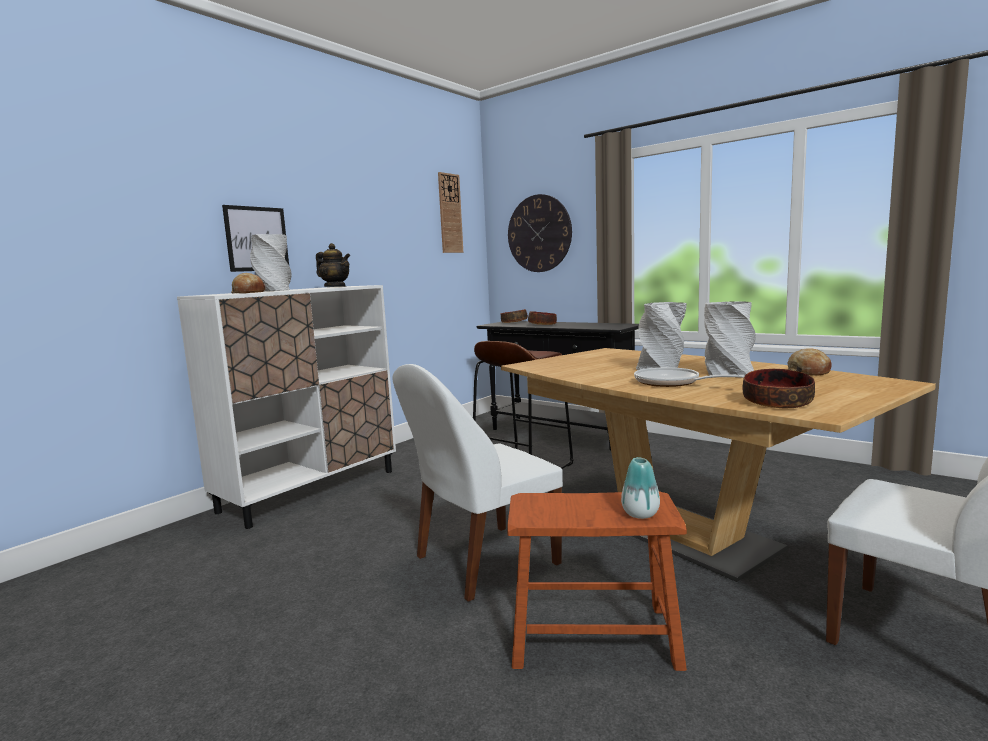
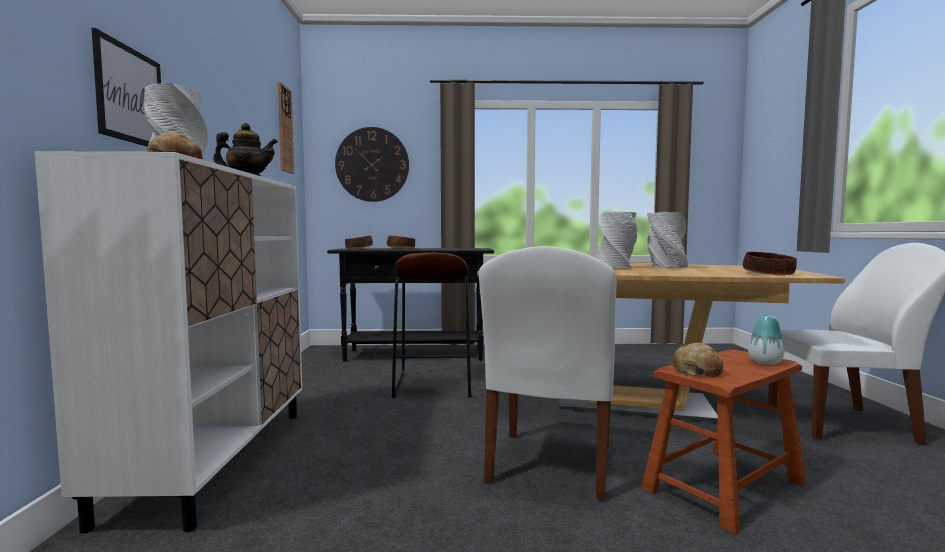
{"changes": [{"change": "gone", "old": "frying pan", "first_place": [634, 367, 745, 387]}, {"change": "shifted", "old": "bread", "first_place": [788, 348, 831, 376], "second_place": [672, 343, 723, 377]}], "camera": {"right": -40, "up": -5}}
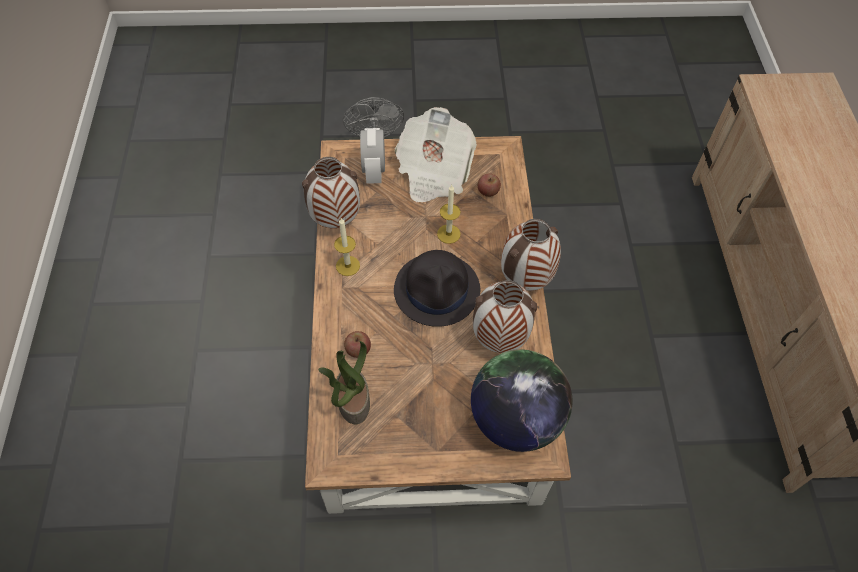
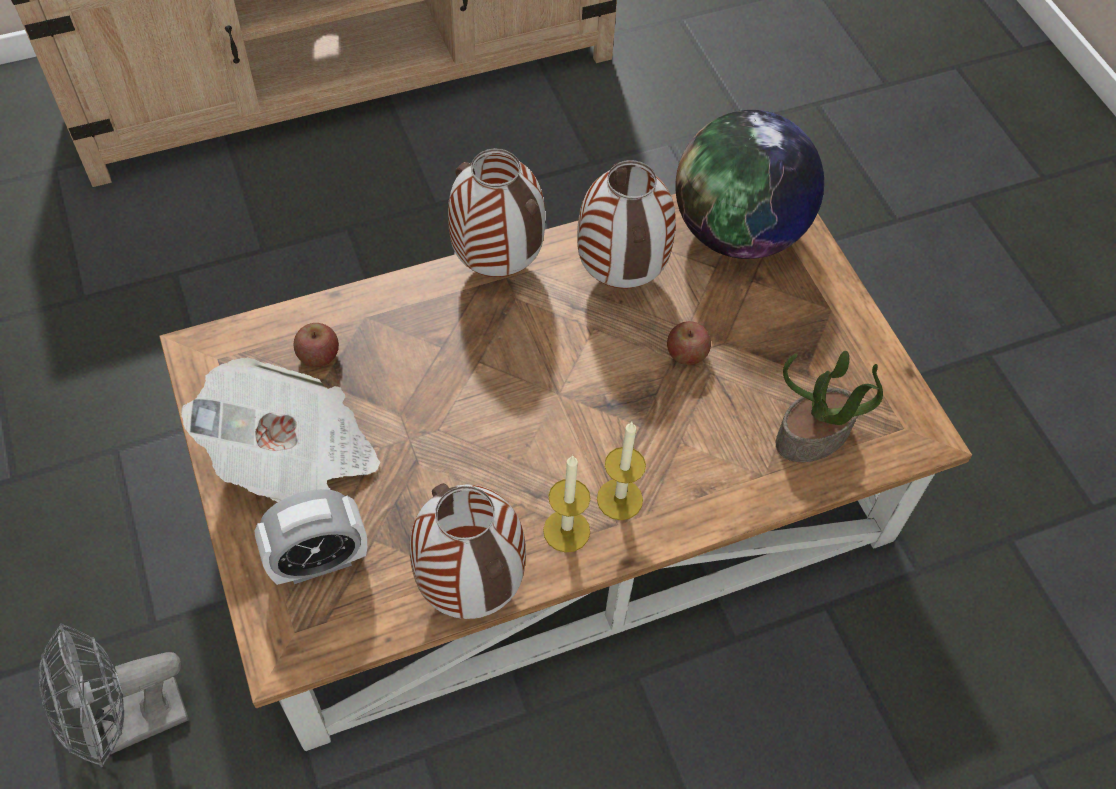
{"changes": [{"change": "shifted", "old": "apple", "first_place": [344, 331, 371, 358], "second_place": [667, 321, 711, 365]}, {"change": "gone", "old": "hat in black", "first_place": [394, 250, 480, 327]}, {"change": "shifted", "old": "candle", "first_place": [437, 185, 461, 244], "second_place": [597, 422, 646, 520]}], "camera": {"right": -110, "up": 0}}
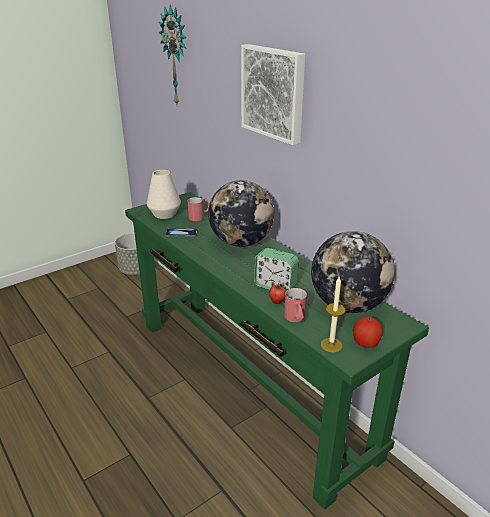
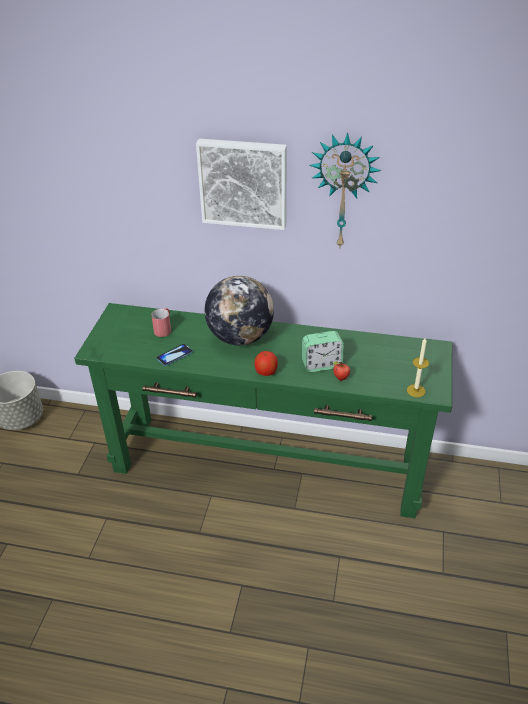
{"changes": [{"change": "gone", "old": "vase in white", "first_place": [147, 170, 181, 219]}, {"change": "shifted", "old": "wall clock", "first_place": [159, 5, 187, 105], "second_place": [309, 132, 381, 247]}, {"change": "gone", "old": "mug in red", "first_place": [284, 288, 307, 322]}, {"change": "gone", "old": "globe", "first_place": [311, 231, 395, 313]}, {"change": "shifted", "old": "apple", "first_place": [353, 317, 383, 348], "second_place": [254, 351, 278, 376]}], "camera": {"right": -40, "up": 10}}
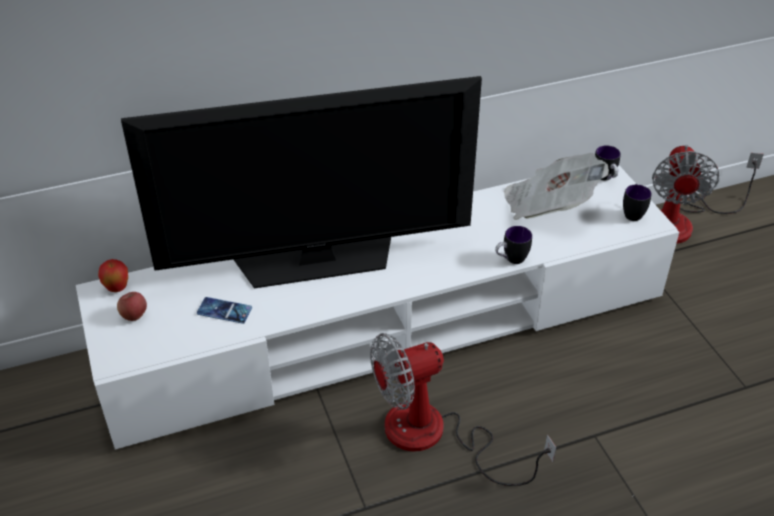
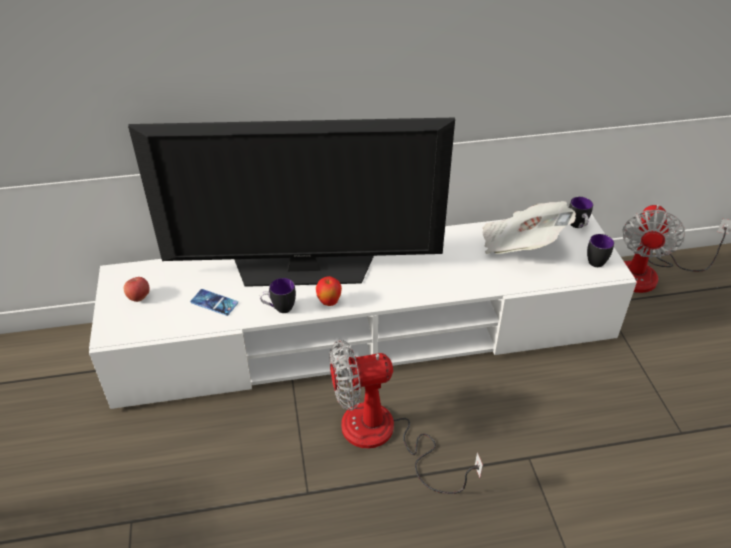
{"changes": [{"change": "shifted", "old": "apple", "first_place": [98, 259, 128, 292], "second_place": [316, 276, 342, 306]}, {"change": "shifted", "old": "mug", "first_place": [495, 226, 532, 264], "second_place": [260, 278, 296, 313]}], "camera": {"right": 10, "up": 0}}
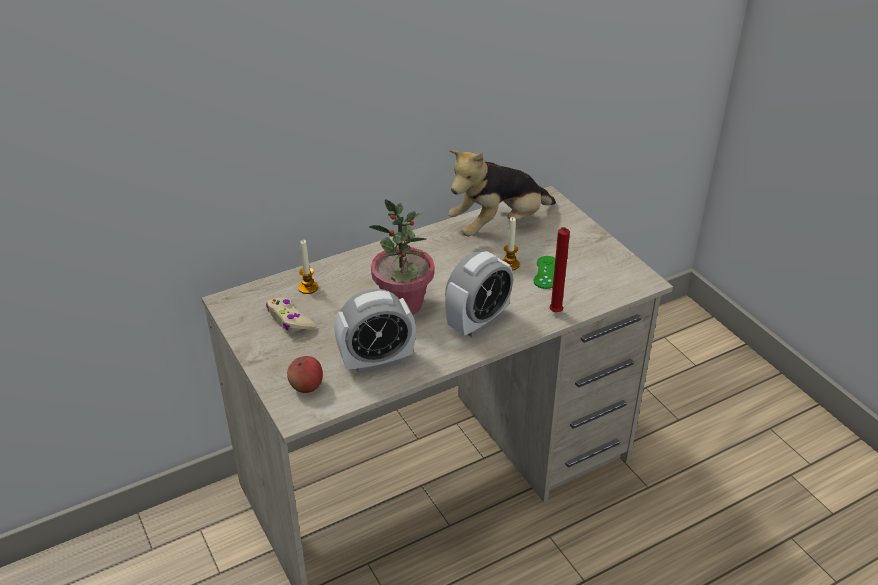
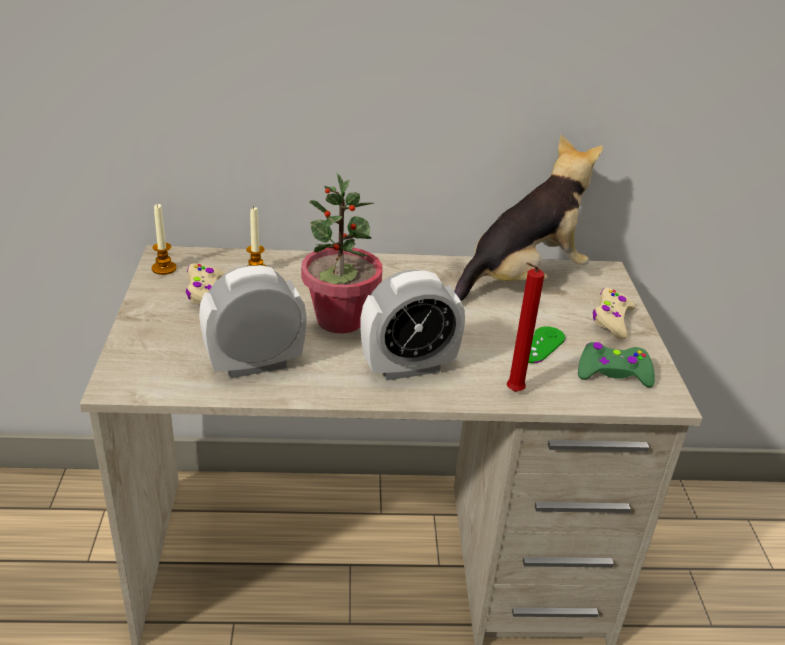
{"changes": [{"change": "gone", "old": "apple", "first_place": [287, 356, 323, 393]}, {"change": "rotated", "old": "alarm clock", "first_place": [334, 289, 416, 374], "second_place": [199, 265, 307, 379], "degrees": 150}, {"change": "rotated", "old": "plush toy", "first_place": [448, 150, 556, 237], "second_place": [454, 135, 603, 301], "degrees": 150}, {"change": "shifted", "old": "candle", "first_place": [503, 217, 520, 271], "second_place": [152, 203, 177, 275]}, {"change": "new", "new": "game controller in green", "second_place": [578, 342, 655, 387]}, {"change": "new", "new": "game controller in beige", "second_place": [593, 288, 636, 340]}], "camera": {"right": 25, "up": -5}}
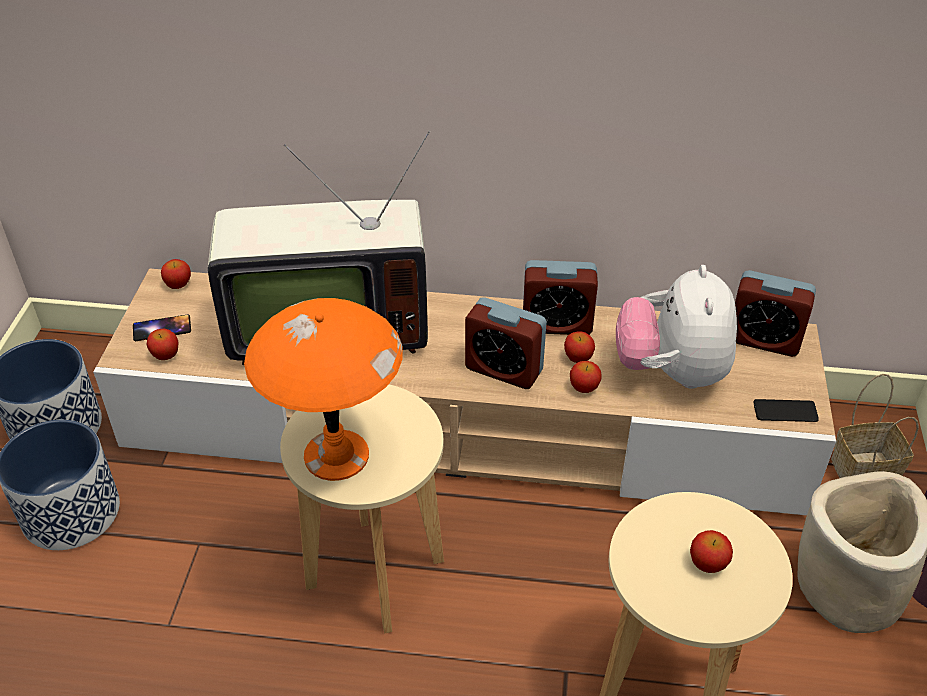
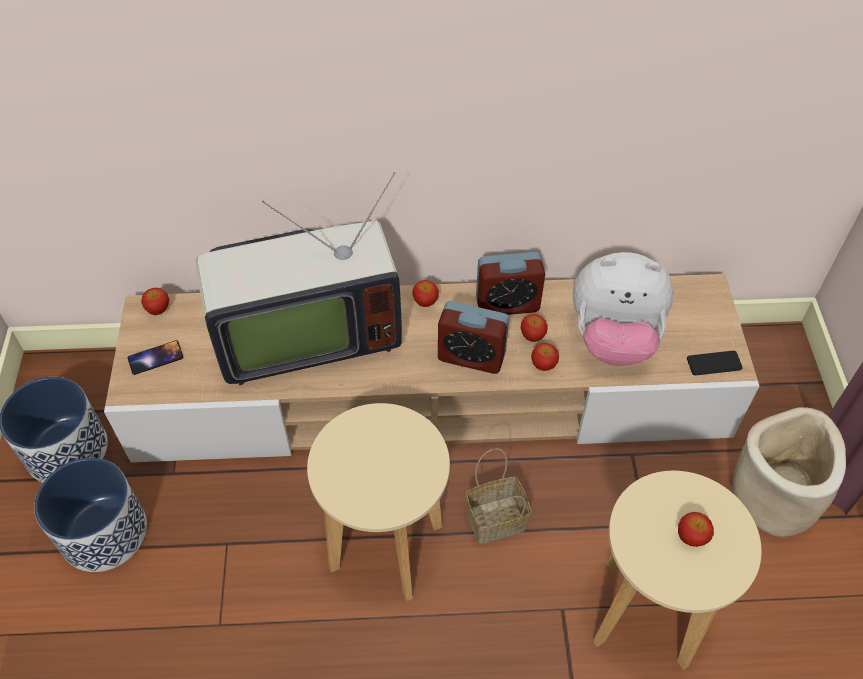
{"changes": [{"change": "shifted", "old": "apple", "first_place": [147, 329, 178, 360], "second_place": [413, 280, 439, 307]}, {"change": "gone", "old": "table lamp in orange", "first_place": [244, 298, 402, 481]}, {"change": "rotated", "old": "plush toy", "first_place": [616, 265, 737, 389], "second_place": [573, 252, 674, 366], "degrees": -75}, {"change": "gone", "old": "alarm clock", "first_place": [735, 270, 816, 357]}, {"change": "shifted", "old": "basket", "first_place": [831, 374, 919, 478], "second_place": [466, 448, 531, 544]}], "camera": {"right": -10, "up": 10}}
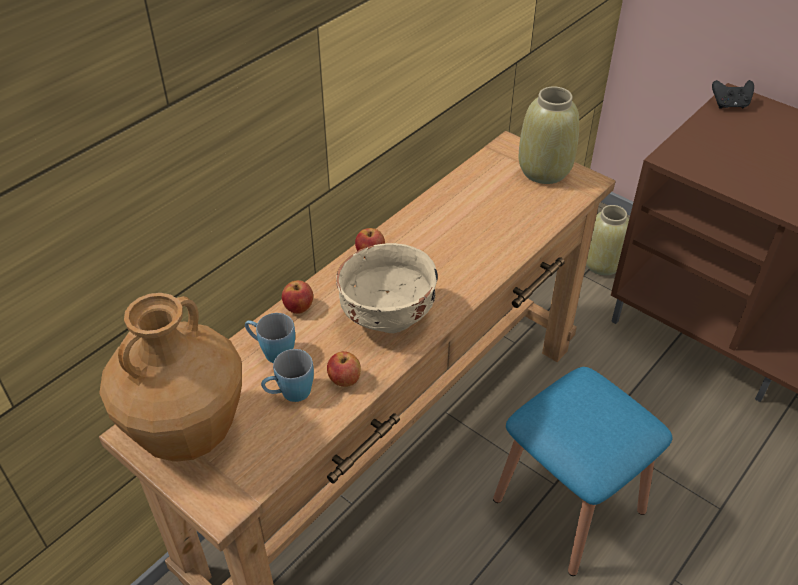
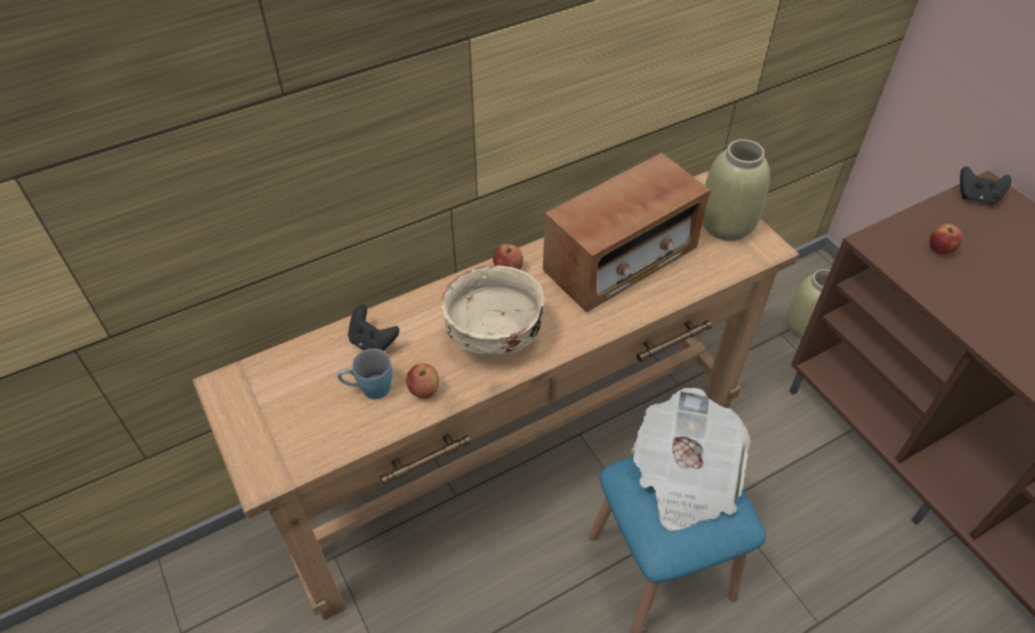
{"changes": [{"change": "gone", "old": "vase in brown", "first_place": [99, 293, 242, 462]}, {"change": "swapped", "old": "mug in blue", "new": "game controller in black", "first_place": [245, 313, 295, 363], "second_place": [348, 305, 399, 351]}, {"change": "shifted", "old": "apple", "first_place": [282, 280, 313, 314], "second_place": [930, 224, 963, 255]}, {"change": "new", "new": "radio", "second_place": [543, 153, 711, 312]}, {"change": "new", "new": "newspaper", "second_place": [631, 388, 751, 531]}], "camera": {"right": 20, "up": 5}}
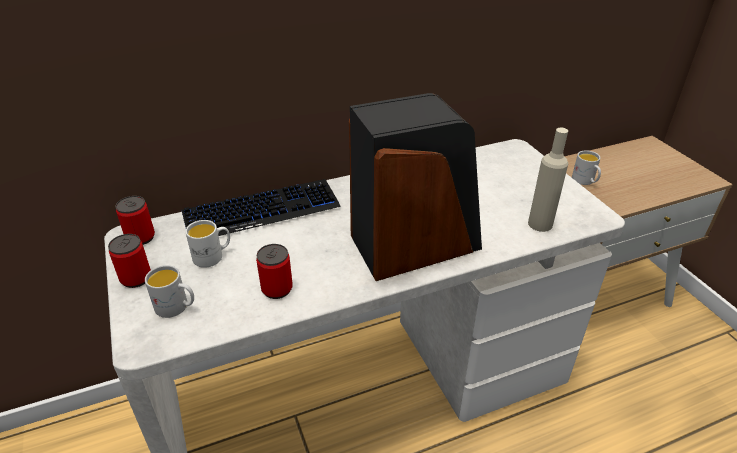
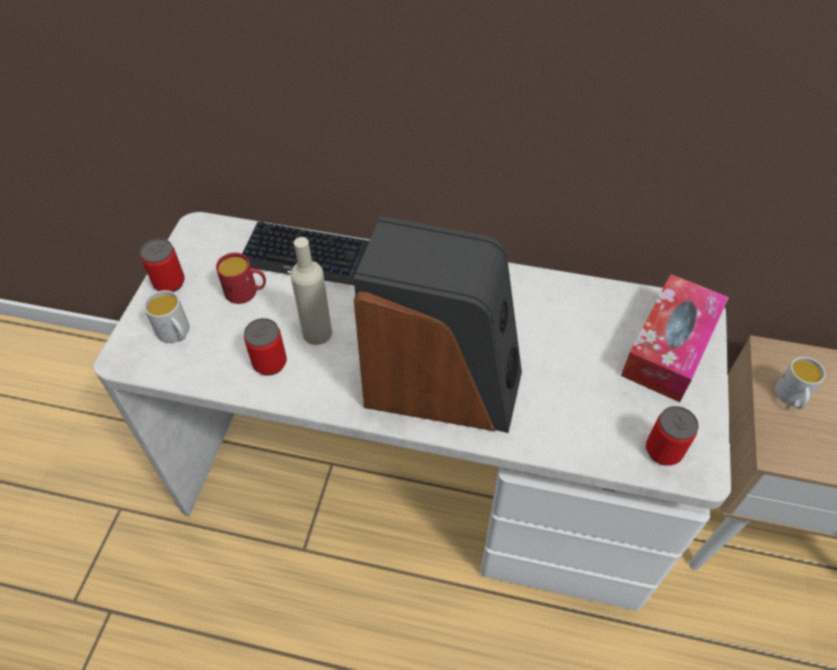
{"changes": [{"change": "shifted", "old": "can", "first_place": [115, 196, 155, 245], "second_place": [646, 406, 699, 466]}, {"change": "repainted", "old": "mug in white", "new": "mug in red", "first_place": [185, 220, 230, 268], "second_place": [216, 253, 266, 304]}, {"change": "shifted", "old": "bottle in beige", "first_place": [528, 128, 568, 232], "second_place": [290, 237, 332, 345]}, {"change": "new", "new": "tissue box", "second_place": [621, 274, 729, 402]}], "camera": {"right": 35, "up": 15}}
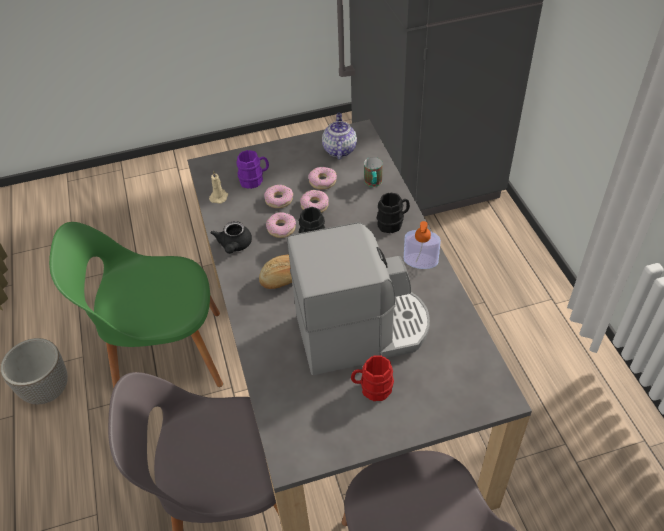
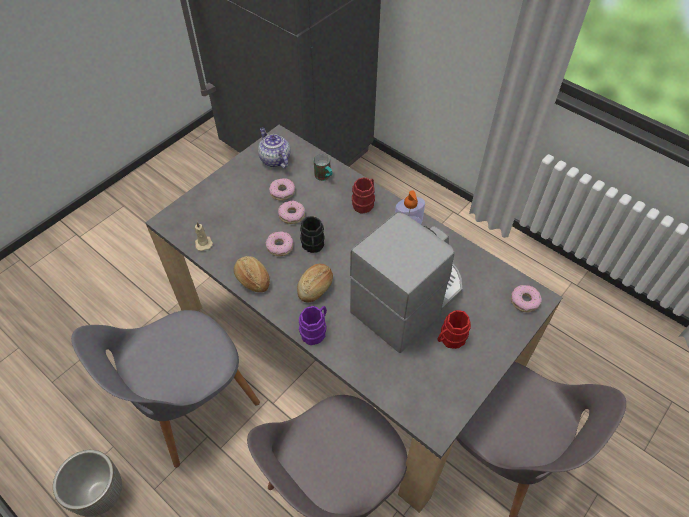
{"changes": [{"change": "repainted", "old": "chair in green", "new": "chair in grey", "first_place": [49, 222, 223, 389], "second_place": [71, 310, 260, 468]}, {"change": "swapped", "old": "teapot in black", "new": "bread", "first_place": [210, 221, 252, 254], "second_place": [234, 256, 270, 292]}, {"change": "shifted", "old": "mug in purple", "first_place": [237, 150, 269, 189], "second_place": [299, 306, 327, 345]}, {"change": "shifted", "old": "donut", "first_place": [264, 185, 293, 208], "second_place": [511, 285, 542, 312]}, {"change": "repainted", "old": "mug in black", "new": "mug in red", "first_place": [377, 193, 410, 233], "second_place": [352, 177, 375, 214]}], "camera": {"right": -35, "up": 5}}
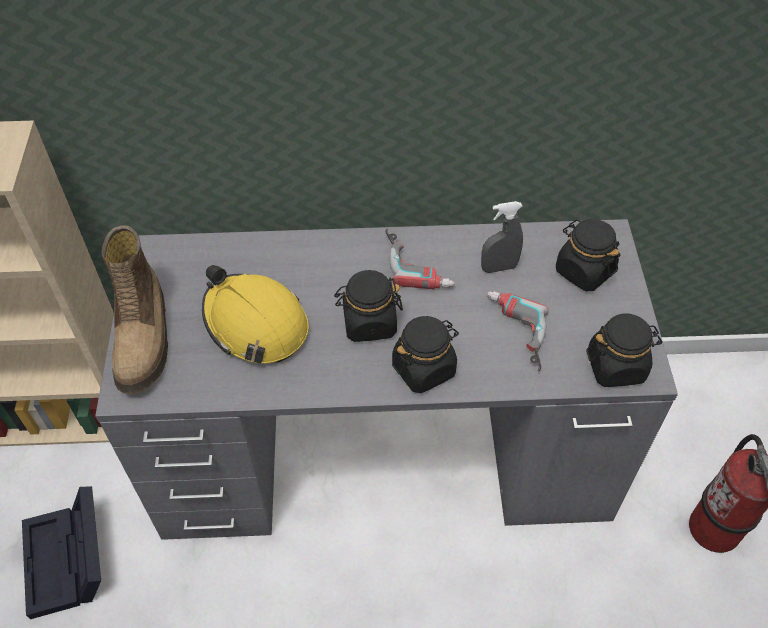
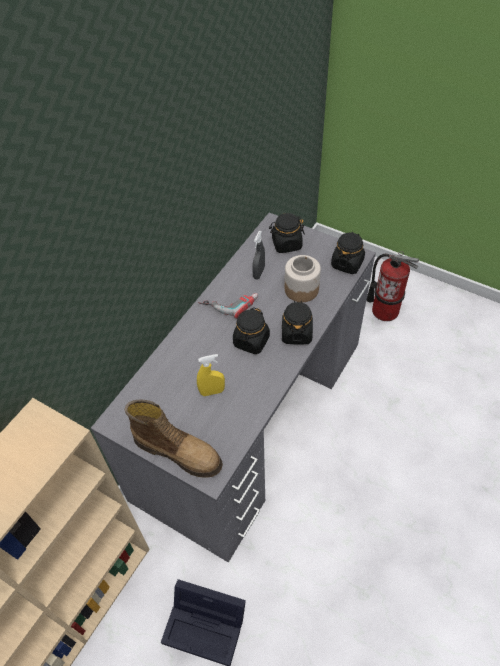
{"changes": [{"change": "swapped", "old": "hard hat in yellow", "new": "spray bottle in yellow", "first_place": [202, 265, 309, 364], "second_place": [197, 354, 225, 396]}, {"change": "swapped", "old": "power drill", "new": "jar", "first_place": [487, 291, 548, 372], "second_place": [285, 255, 321, 302]}], "camera": {"right": -55, "up": 0}}
